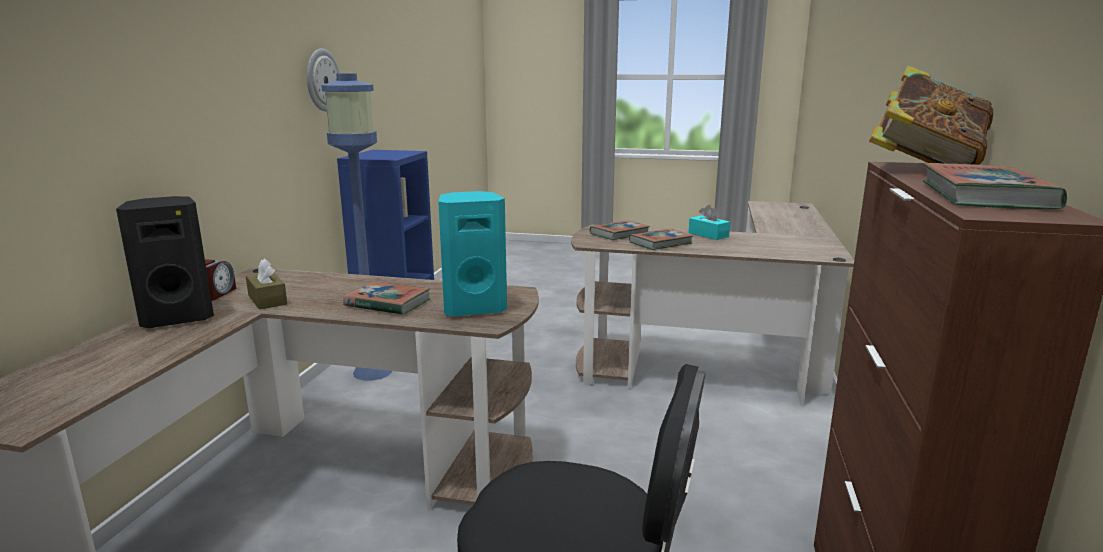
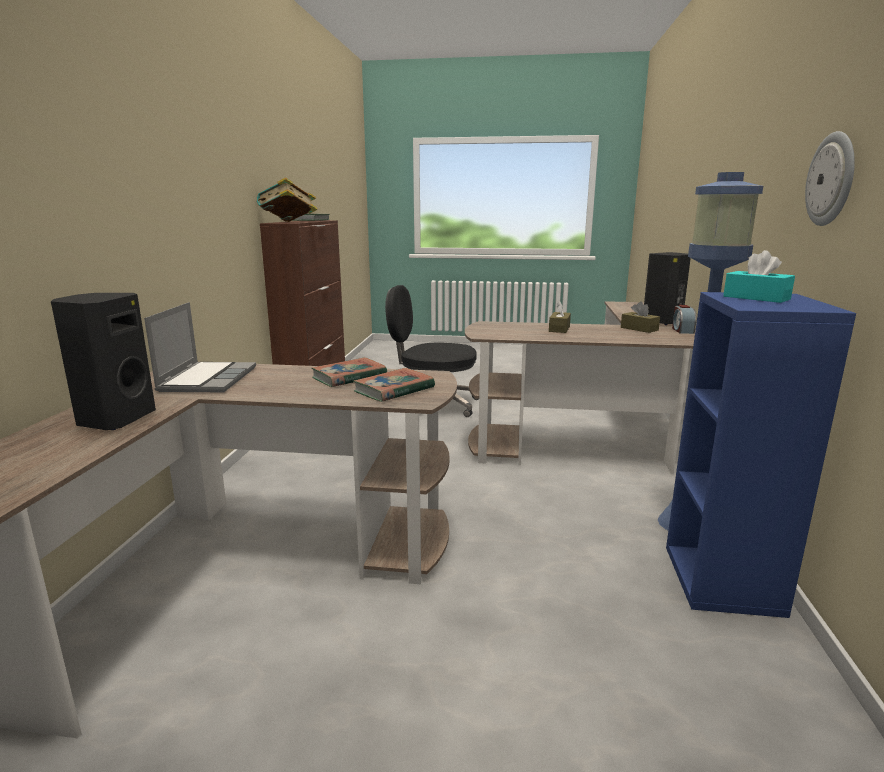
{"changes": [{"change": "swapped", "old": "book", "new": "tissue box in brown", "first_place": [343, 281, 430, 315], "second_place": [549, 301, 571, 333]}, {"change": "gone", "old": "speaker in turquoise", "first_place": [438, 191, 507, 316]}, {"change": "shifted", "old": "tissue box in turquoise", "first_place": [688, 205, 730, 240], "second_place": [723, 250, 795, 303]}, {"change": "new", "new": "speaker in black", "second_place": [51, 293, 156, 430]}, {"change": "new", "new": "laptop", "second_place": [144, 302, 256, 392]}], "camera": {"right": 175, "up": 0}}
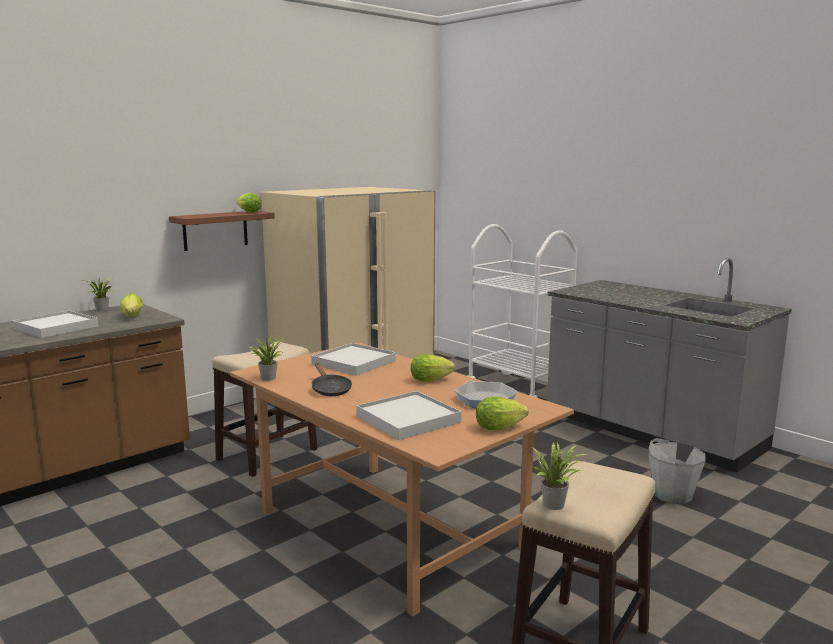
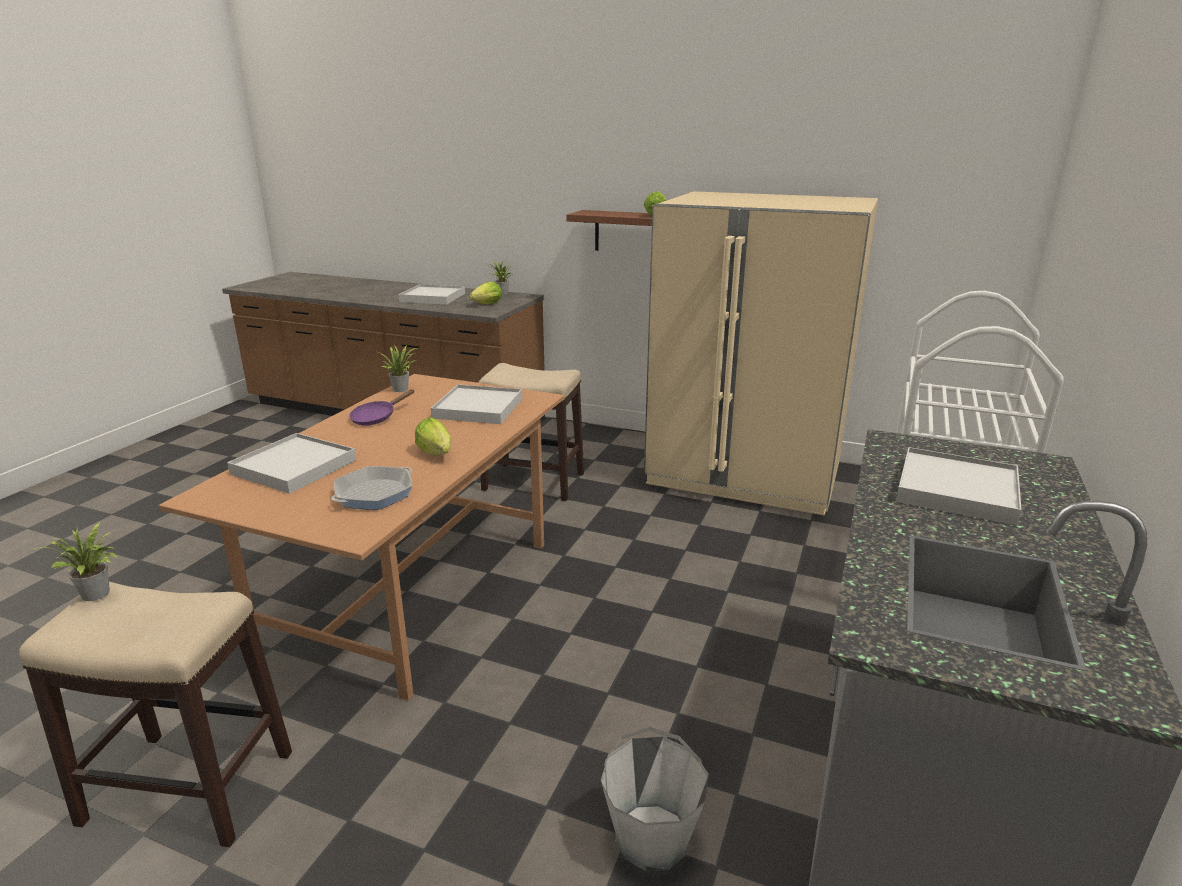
{"changes": [{"change": "repainted", "old": "frying pan in black", "new": "frying pan in purple", "first_place": [312, 363, 352, 396], "second_place": [349, 389, 414, 426]}, {"change": "gone", "old": "lettuce", "first_place": [476, 397, 528, 430]}, {"change": "new", "new": "tray in white", "second_place": [896, 447, 1021, 525]}], "camera": {"right": 65, "up": 10}}
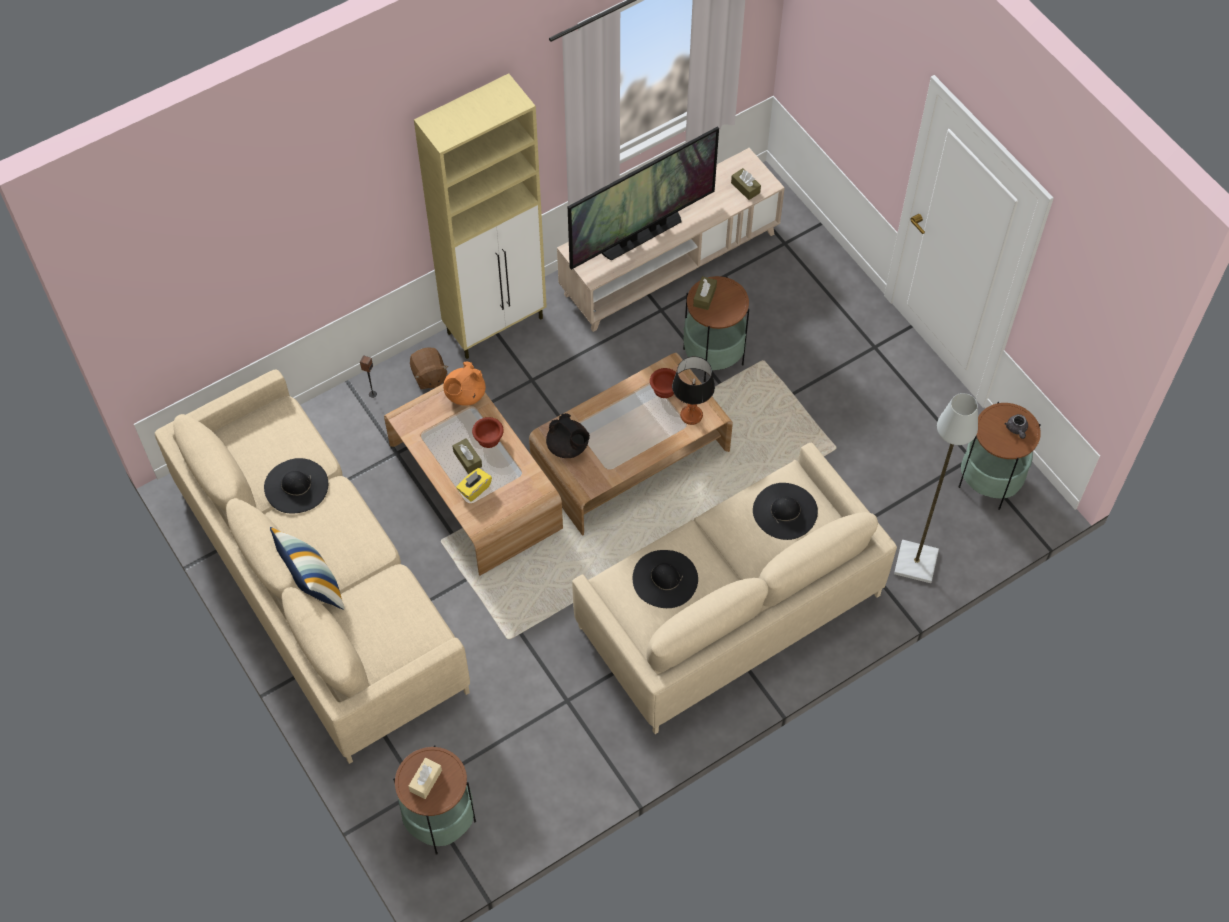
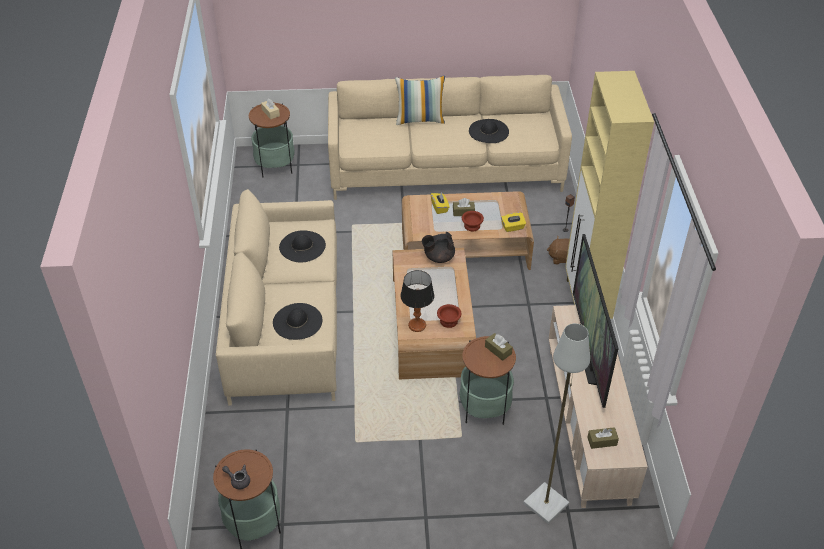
{"changes": [{"change": "swapped", "old": "teapot in orange", "new": "tissue box in yellow", "first_place": [443, 361, 486, 406], "second_place": [501, 212, 526, 232]}, {"change": "shifted", "old": "floor lamp in grey", "first_place": [894, 393, 978, 583], "second_place": [523, 323, 590, 524]}], "camera": {"right": 120, "up": -15}}
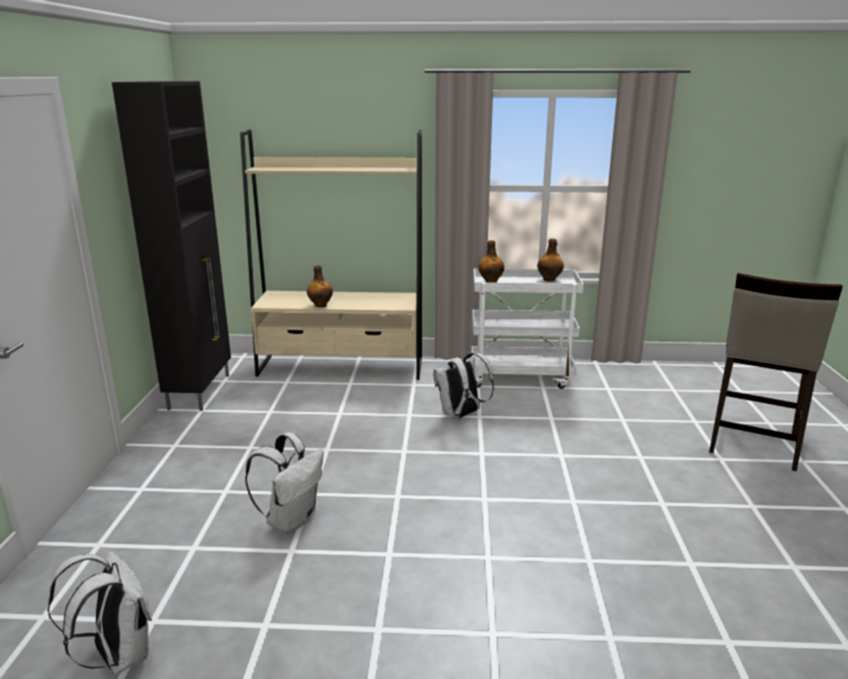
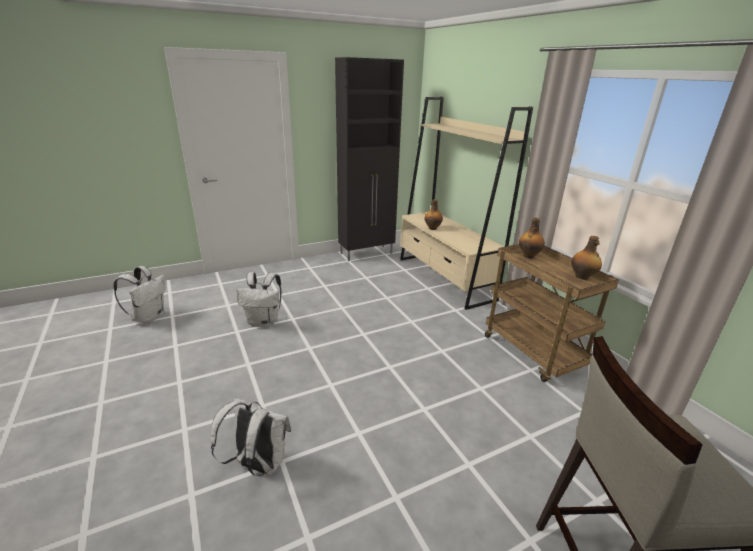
{"changes": [{"change": "shifted", "old": "backpack in white", "first_place": [433, 353, 494, 419], "second_place": [211, 398, 291, 476]}, {"change": "repainted", "old": "cart in white", "new": "cart in brown", "first_place": [471, 268, 584, 389], "second_place": [485, 244, 619, 382]}], "camera": {"right": 60, "up": 5}}
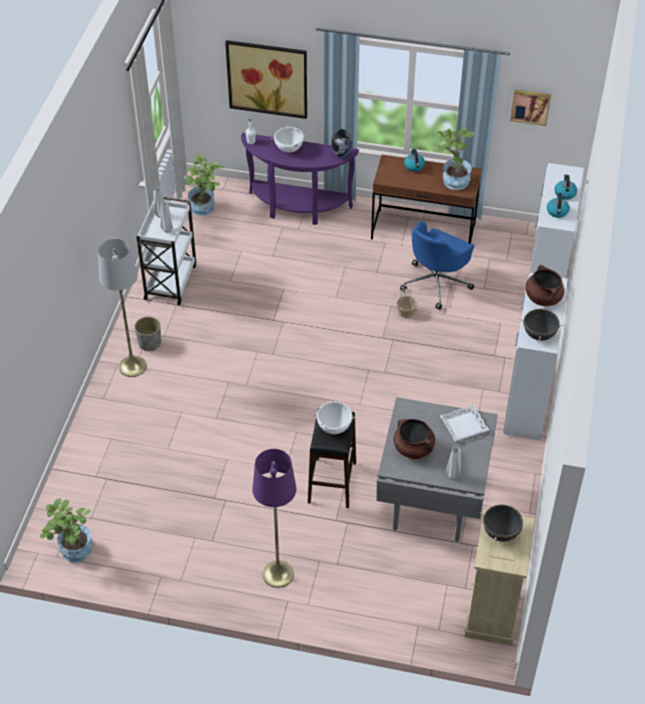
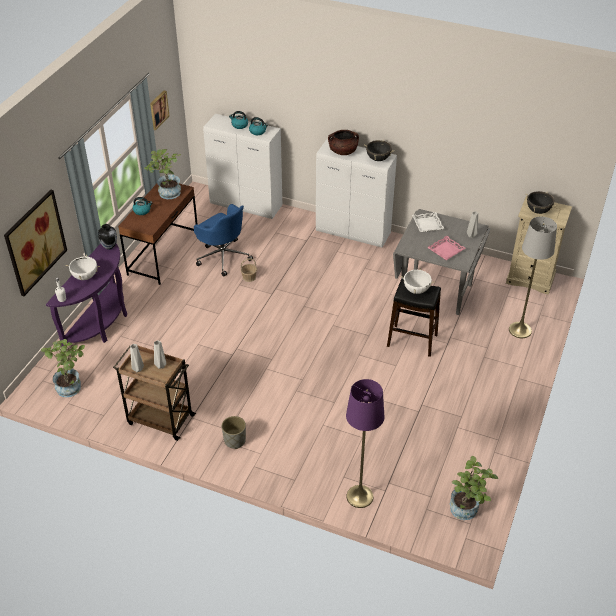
{"changes": [{"change": "shifted", "old": "floor lamp in grey", "first_place": [98, 239, 147, 377], "second_place": [509, 217, 557, 338]}, {"change": "repainted", "old": "cart in white", "new": "cart in brown", "first_place": [136, 197, 196, 306], "second_place": [113, 345, 196, 441]}, {"change": "shifted", "old": "floor lamp in purple", "first_place": [252, 449, 296, 588], "second_place": [346, 379, 384, 508]}, {"change": "swapped", "old": "cooking pot in brown", "new": "tray in pink", "first_place": [394, 419, 435, 459], "second_place": [427, 236, 466, 260]}], "camera": {"right": -80, "up": -5}}
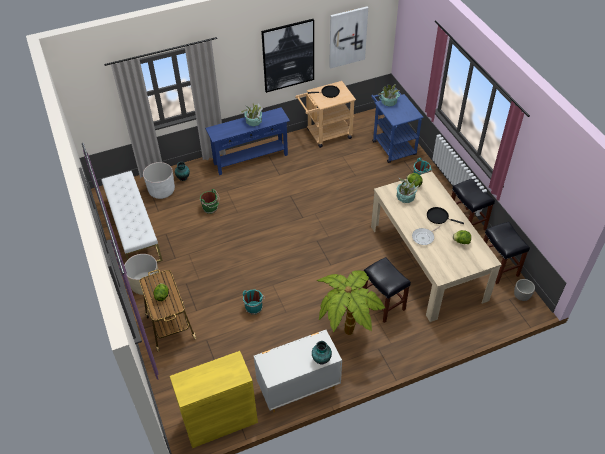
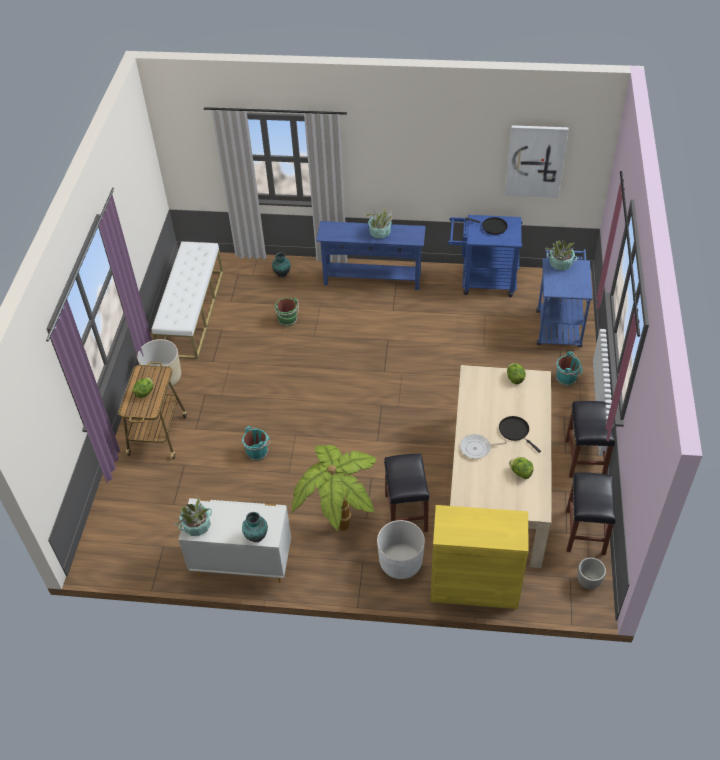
{"changes": [{"change": "shifted", "old": "planter in white", "first_place": [143, 162, 175, 199], "second_place": [377, 520, 425, 579]}, {"change": "shifted", "old": "cabinet in yellow", "first_place": [170, 351, 258, 448], "second_place": [430, 505, 528, 609]}, {"change": "gone", "old": "picture", "first_place": [261, 19, 314, 93]}, {"change": "repainted", "old": "cart in beige", "new": "cart in blue", "first_place": [295, 81, 356, 148], "second_place": [448, 215, 523, 297]}, {"change": "shifted", "old": "potted plant", "first_place": [397, 178, 420, 203], "second_place": [174, 494, 212, 536]}], "camera": {"right": 30, "up": 0}}
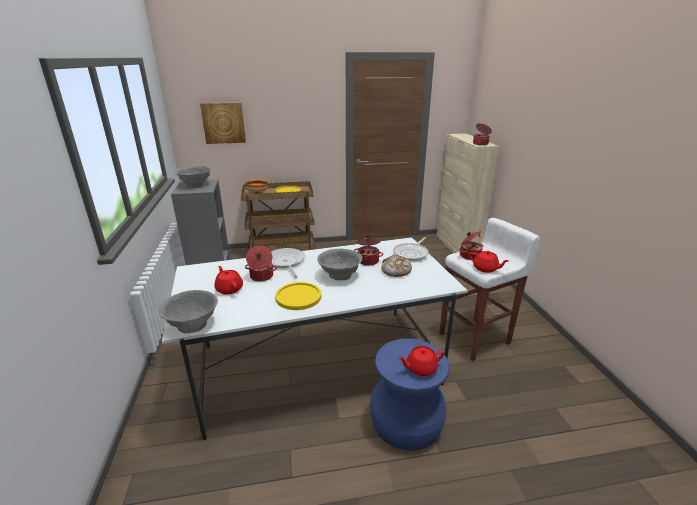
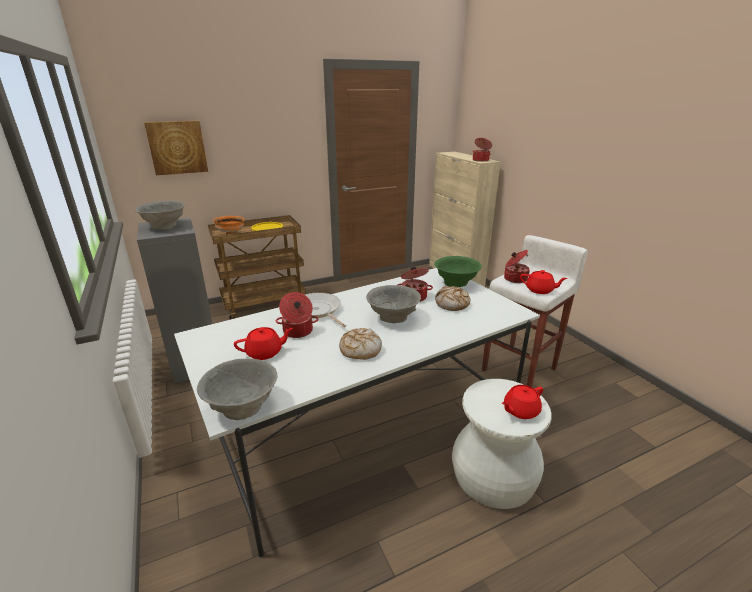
{"changes": [{"change": "rotated", "old": "teapot in red", "first_place": [214, 266, 243, 295], "second_place": [234, 327, 293, 360], "degrees": 120}, {"change": "swapped", "old": "plate in yellow", "new": "bread", "first_place": [275, 282, 321, 310], "second_place": [339, 328, 382, 360]}, {"change": "repainted", "old": "stool in blue", "new": "stool in white", "first_place": [370, 338, 449, 451], "second_place": [452, 379, 552, 509]}, {"change": "swapped", "old": "frying pan", "new": "bowl in green", "first_place": [393, 237, 429, 261], "second_place": [434, 256, 482, 287]}], "camera": {"right": -15, "up": 0}}
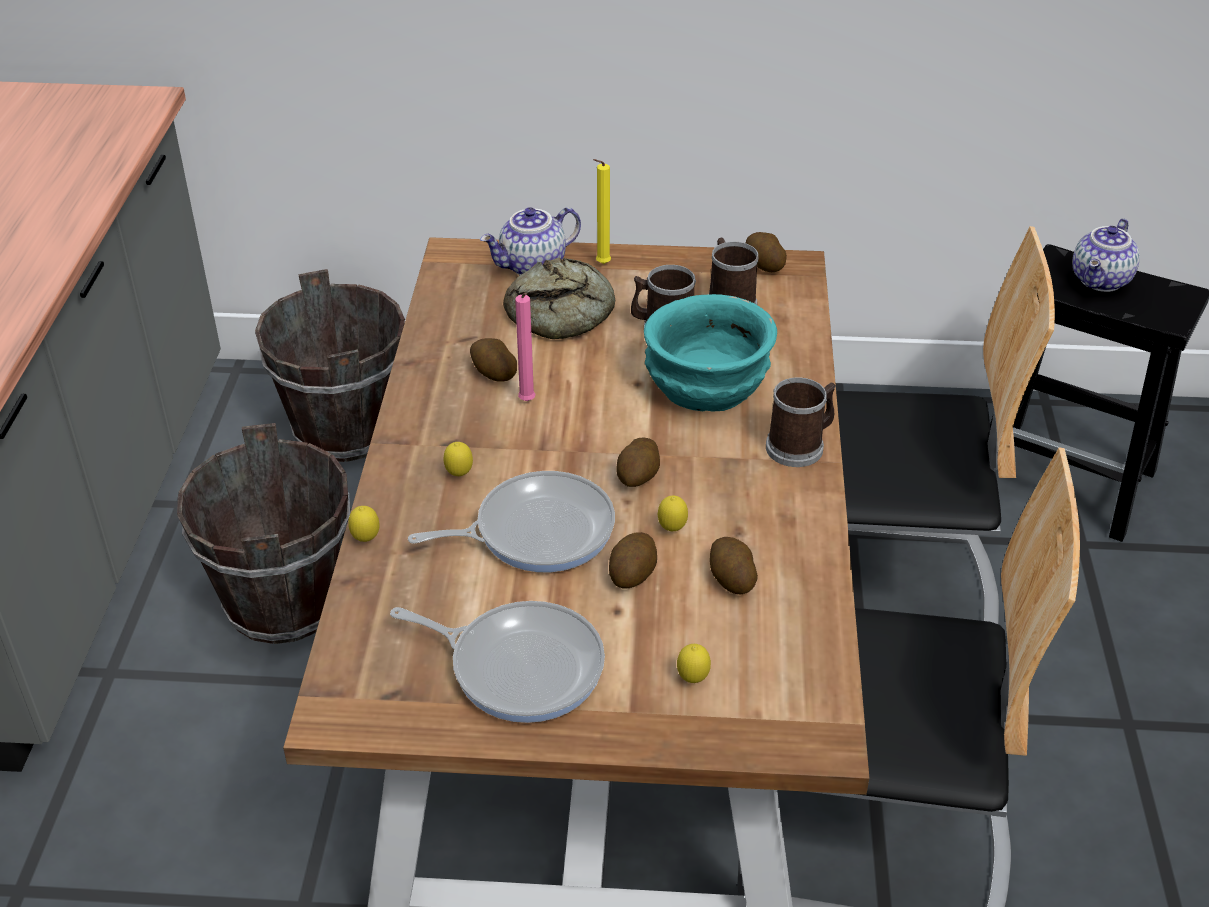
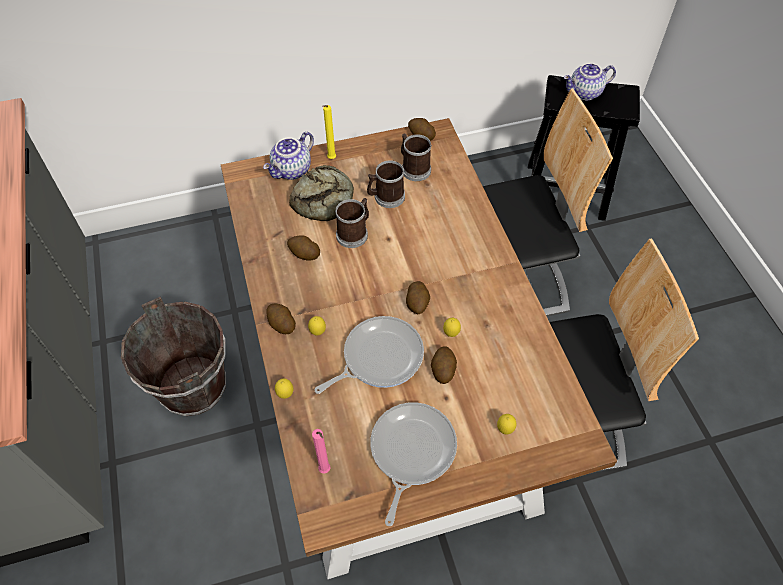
{"changes": [{"change": "gone", "old": "bucket in brown", "first_place": [255, 269, 405, 462]}, {"change": "rotated", "old": "frying pan", "first_place": [390, 601, 605, 723], "second_place": [370, 402, 457, 526], "degrees": -75}, {"change": "shifted", "old": "candle in pink", "first_place": [515, 293, 535, 401], "second_place": [312, 429, 331, 474]}, {"change": "gone", "old": "bowl in turquoise", "first_place": [644, 294, 777, 412]}, {"change": "shifted", "old": "potato", "first_place": [710, 537, 758, 594], "second_place": [266, 304, 296, 334]}, {"change": "shifted", "old": "mug", "first_place": [766, 377, 835, 467], "second_place": [335, 198, 369, 248]}, {"change": "rotated", "old": "teapot", "first_place": [1073, 218, 1140, 292], "second_place": [563, 63, 616, 100], "degrees": 60}], "camera": {"right": -20, "up": 15}}
